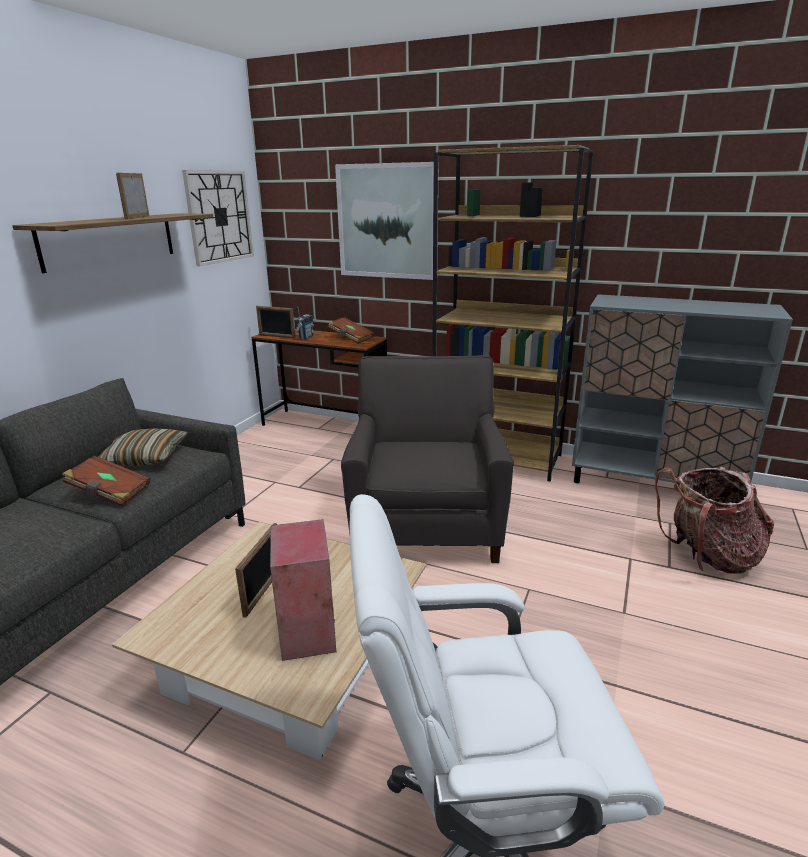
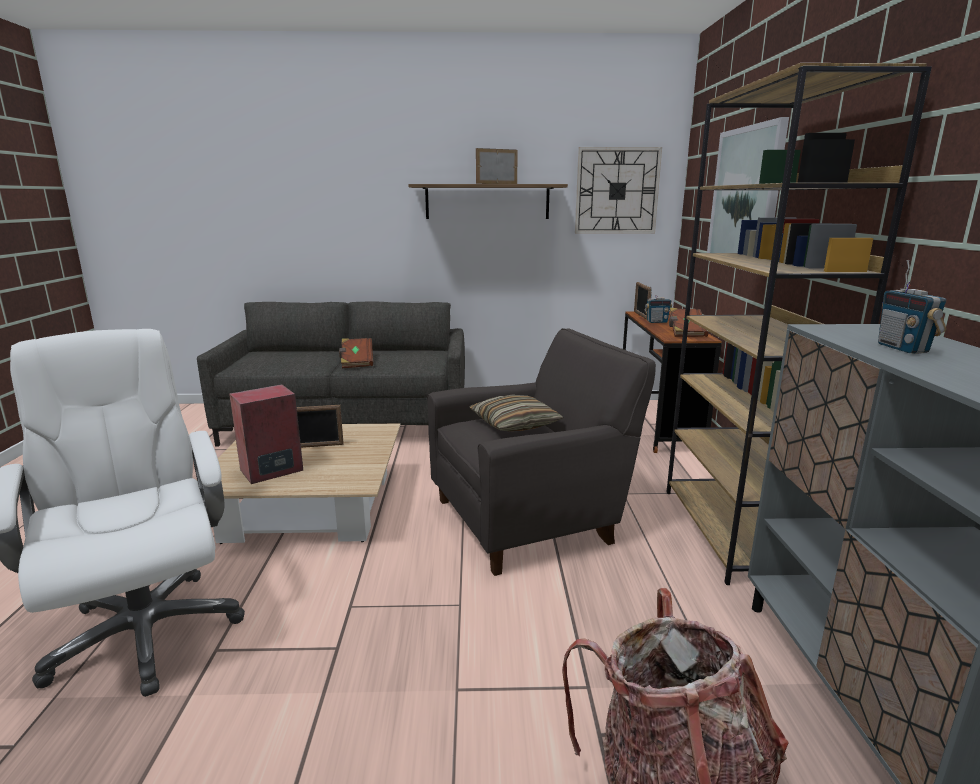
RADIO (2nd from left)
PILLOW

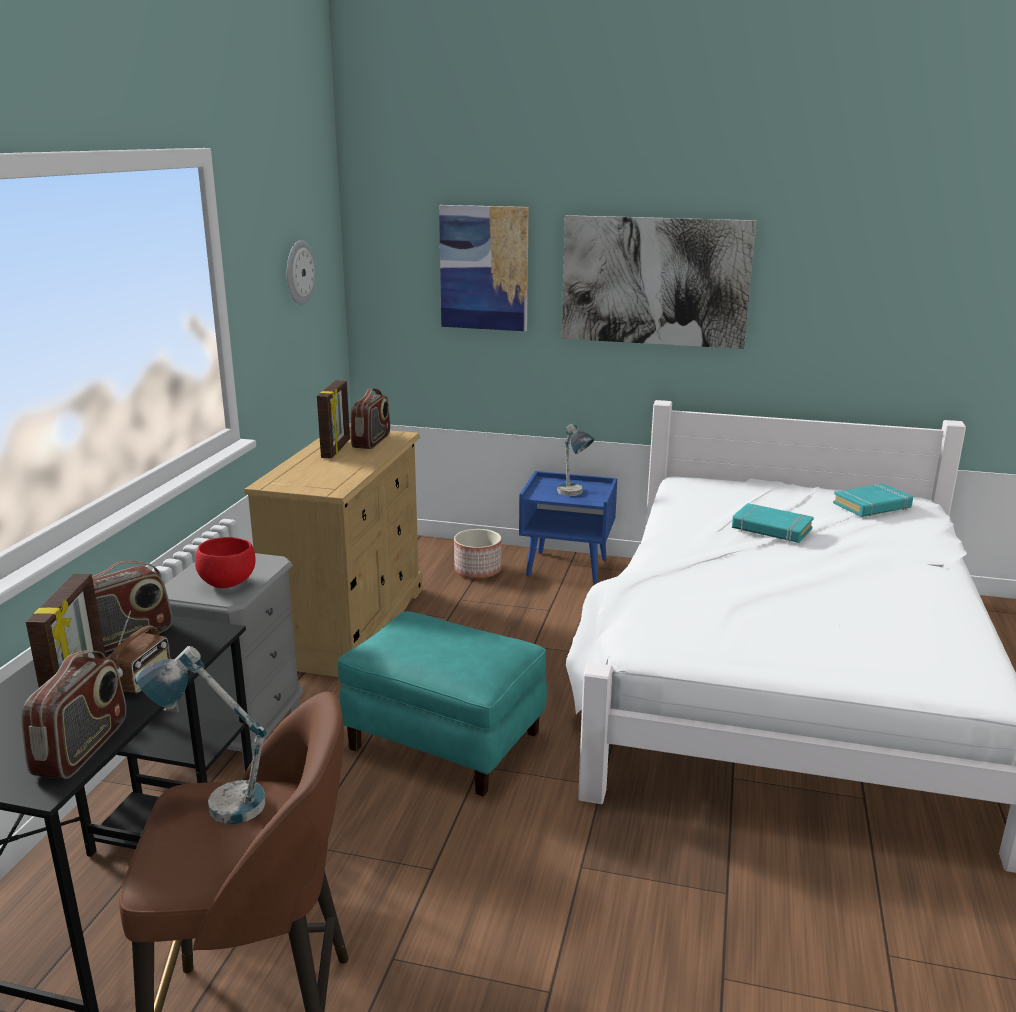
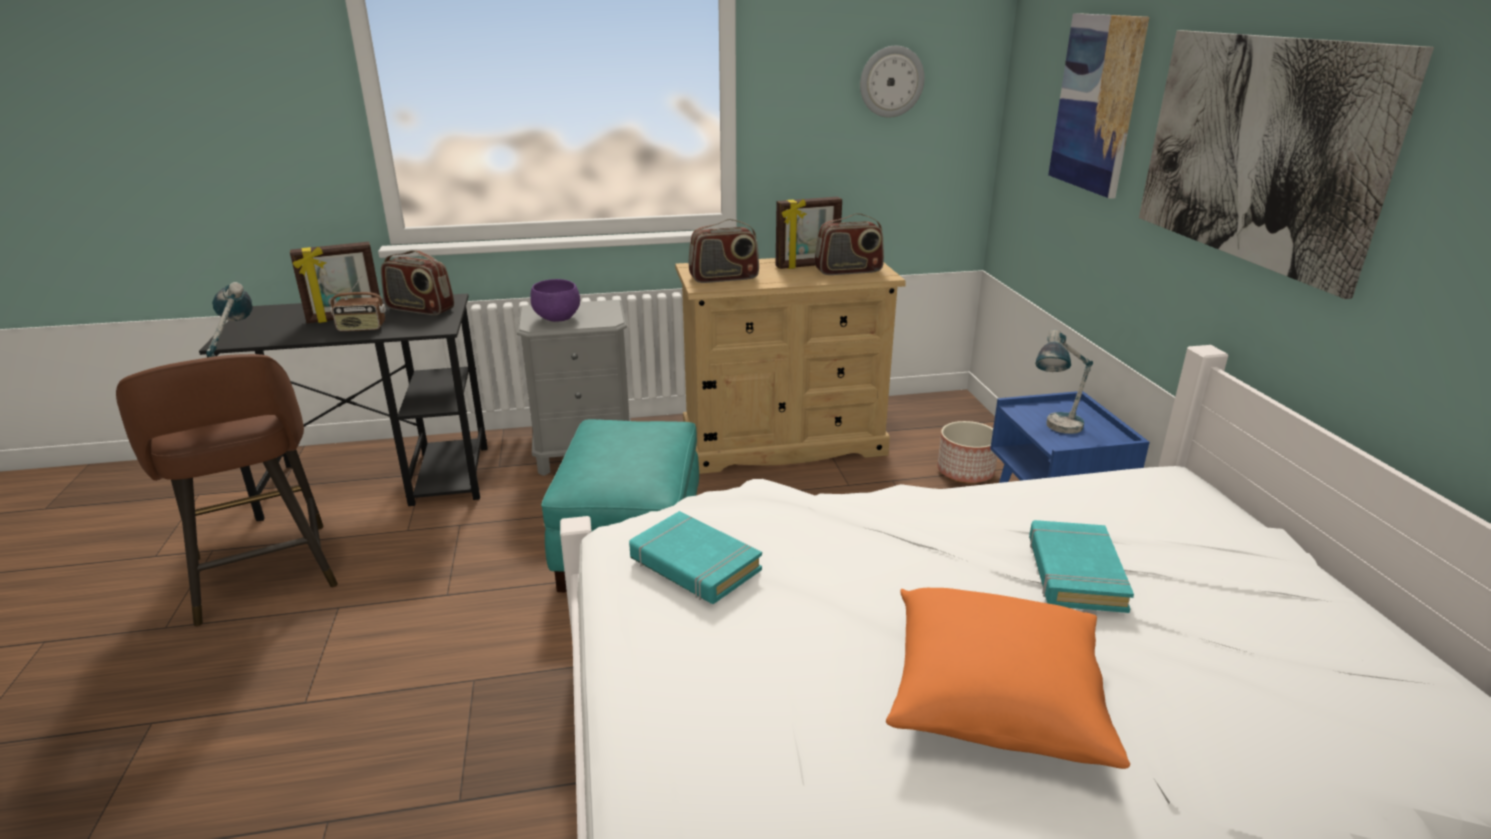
ORANGE PILLOW
RADIO (3rd from left)
TURQUOISE BOOK (1st from left)
PURPLE BOWL

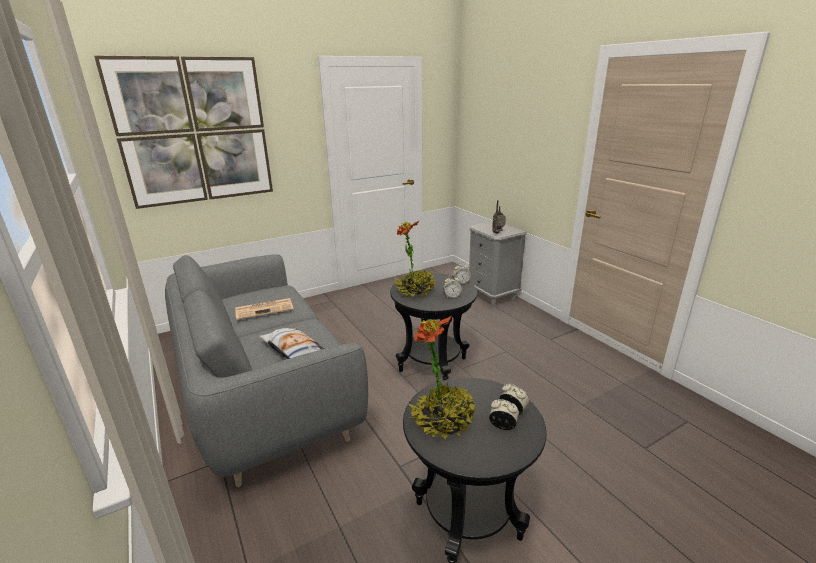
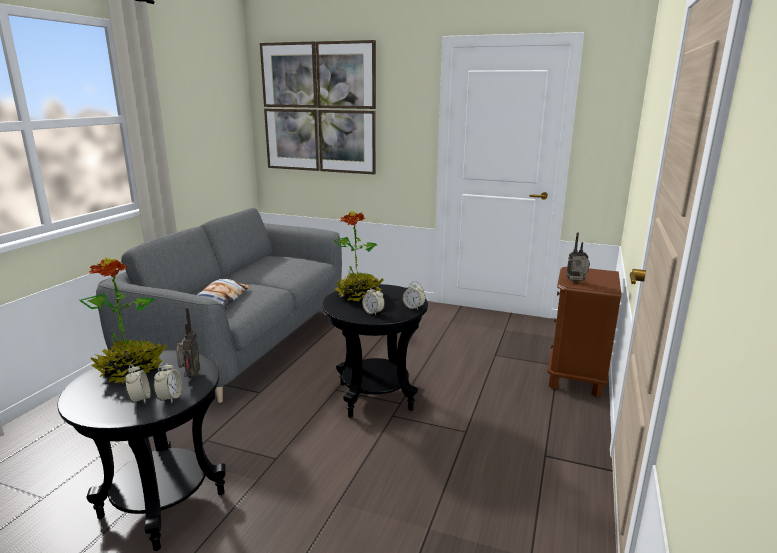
NEWSPAPER
RADIO (1st from left)
BROWN NIGHTSTAND

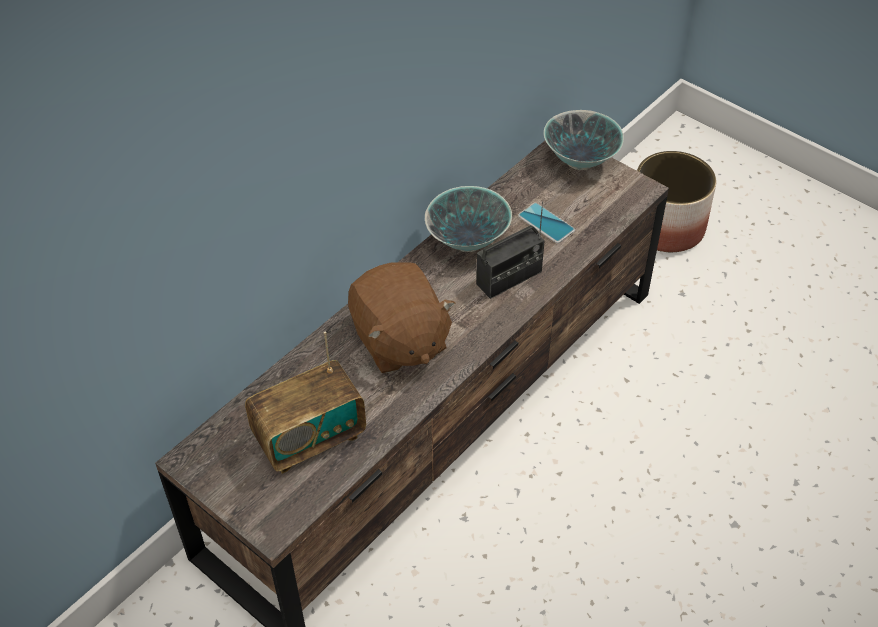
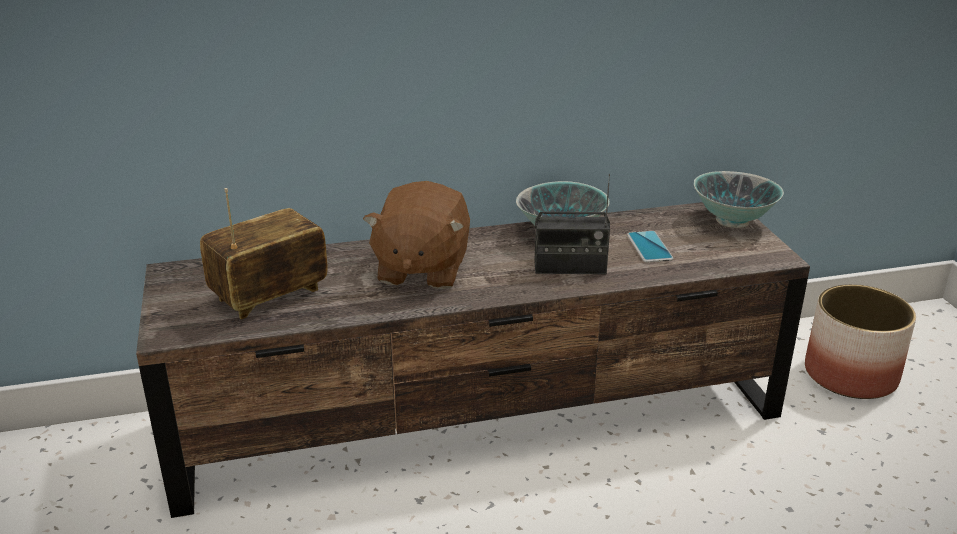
RADIO (1st from left)

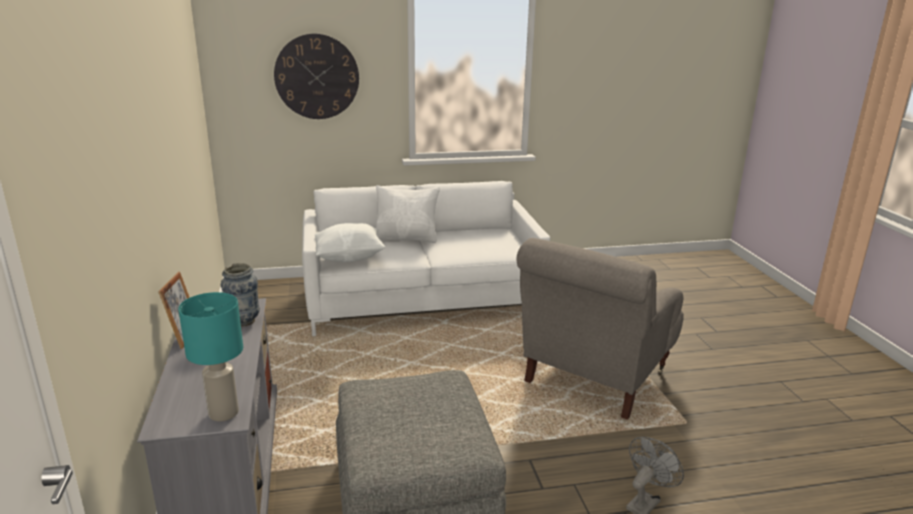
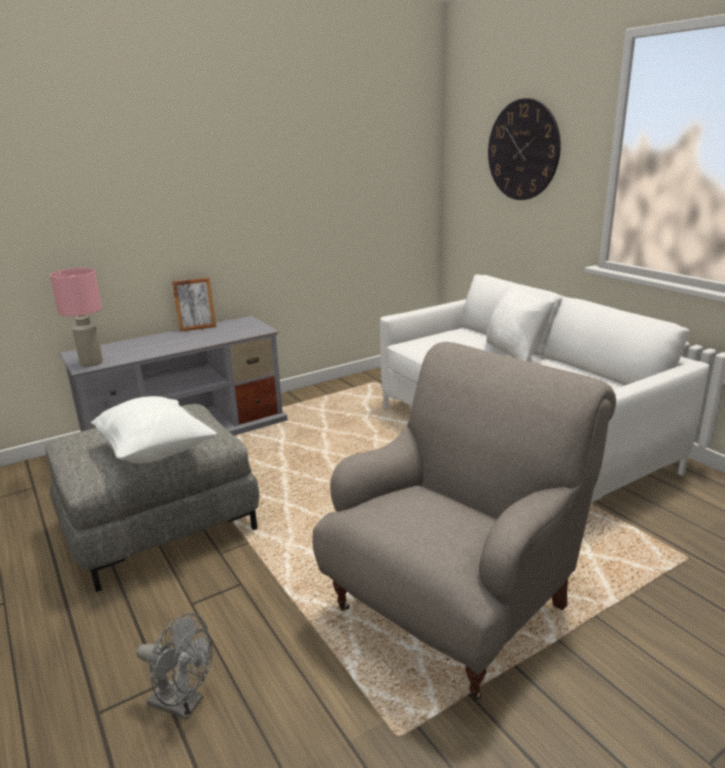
VASE
WHITE PILLOW (1st from left)
PINK TABLE LAMP
GREY ARMCHAIR

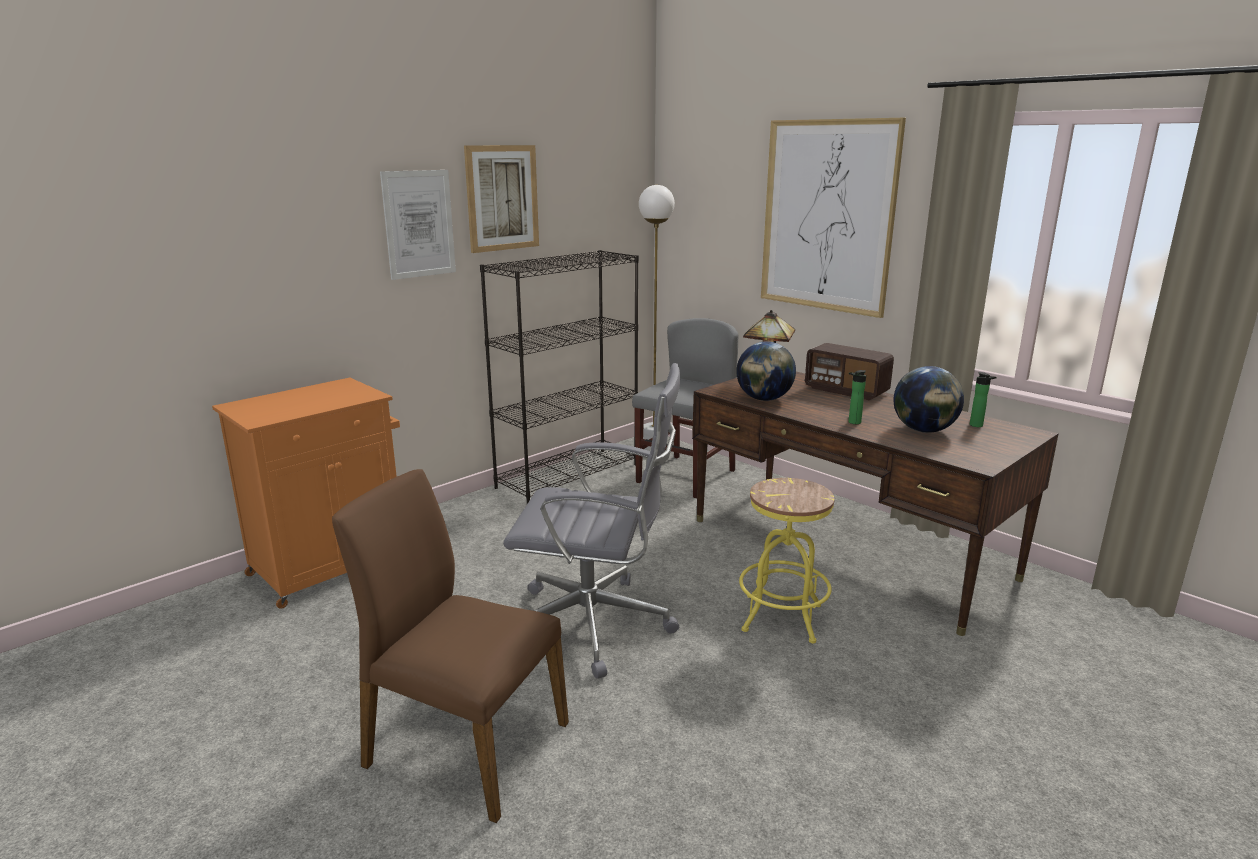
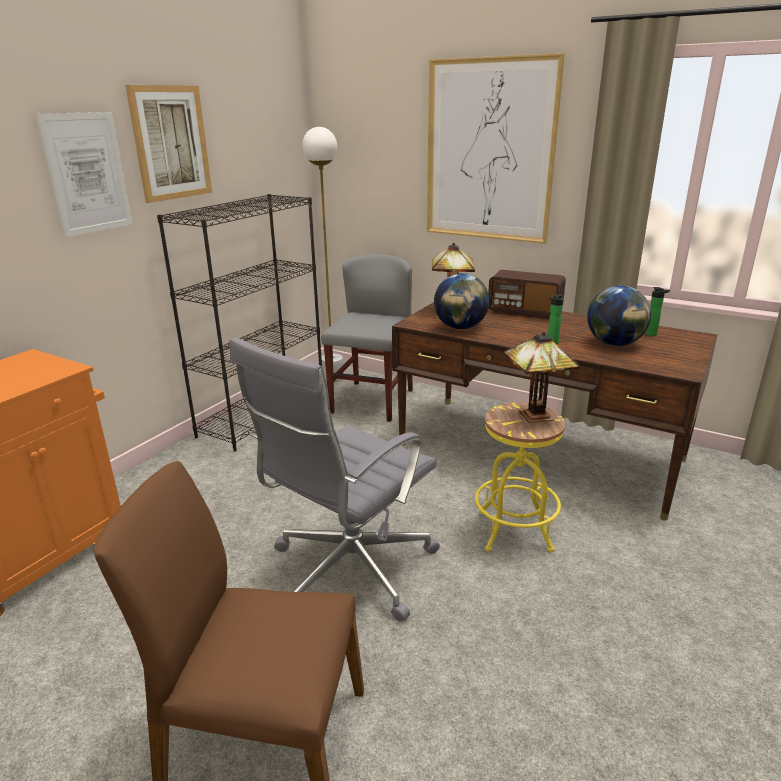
TABLE LAMP (2nd from left)
GREY OFFICE CHAIR

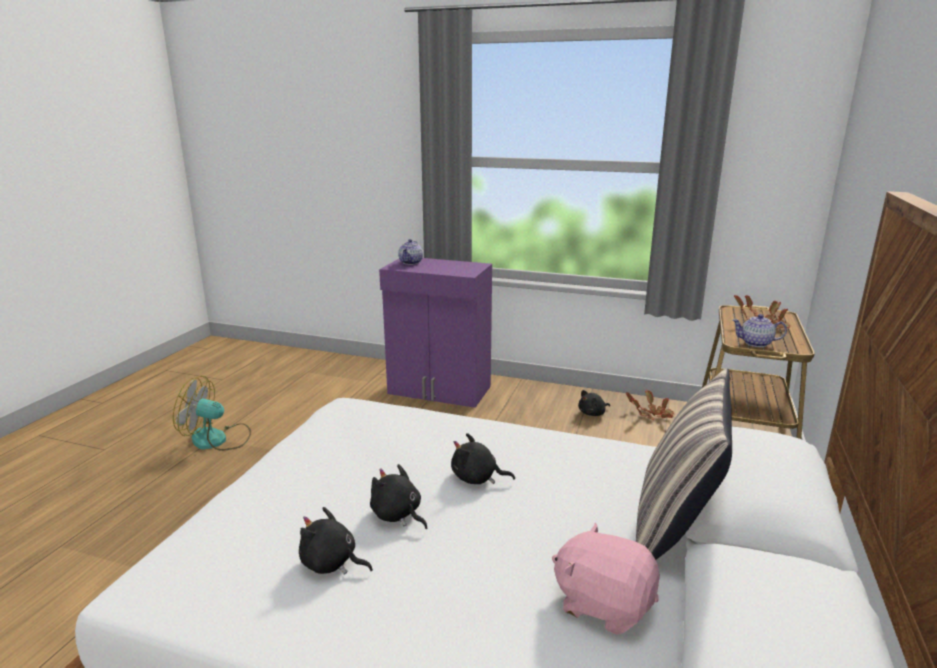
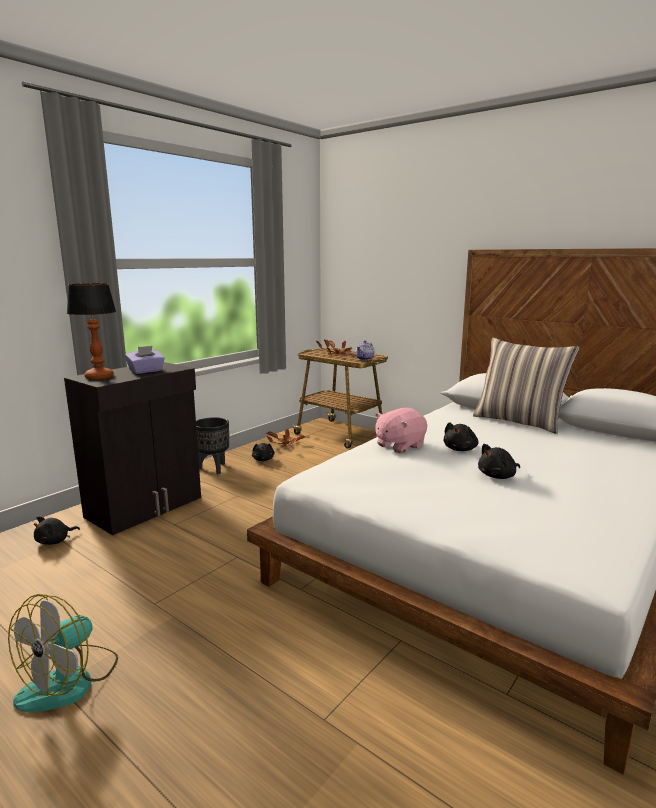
PURPLE TISSUE BOX
BLACK PLANTER
BLACK PLUSH TOY (1st from left)
PINK PLUSH TOY
TABLE LAMP
BLACK CABINET

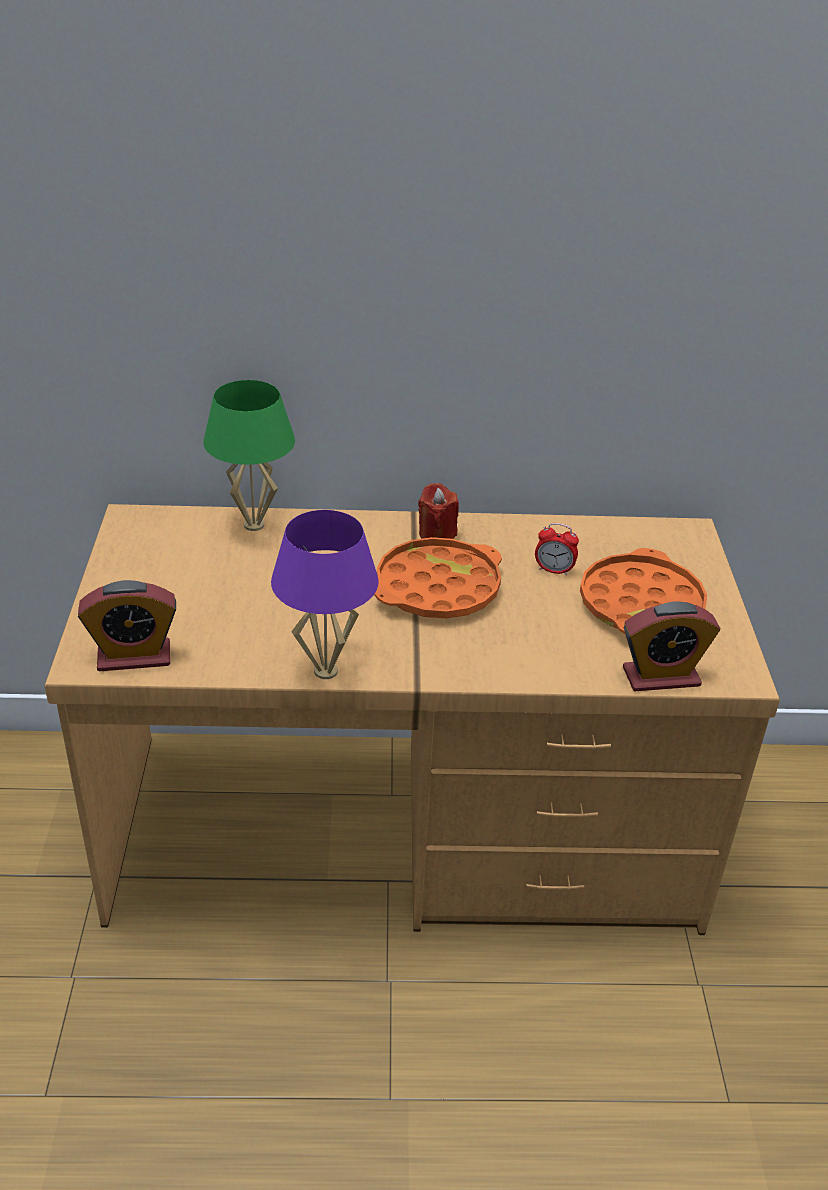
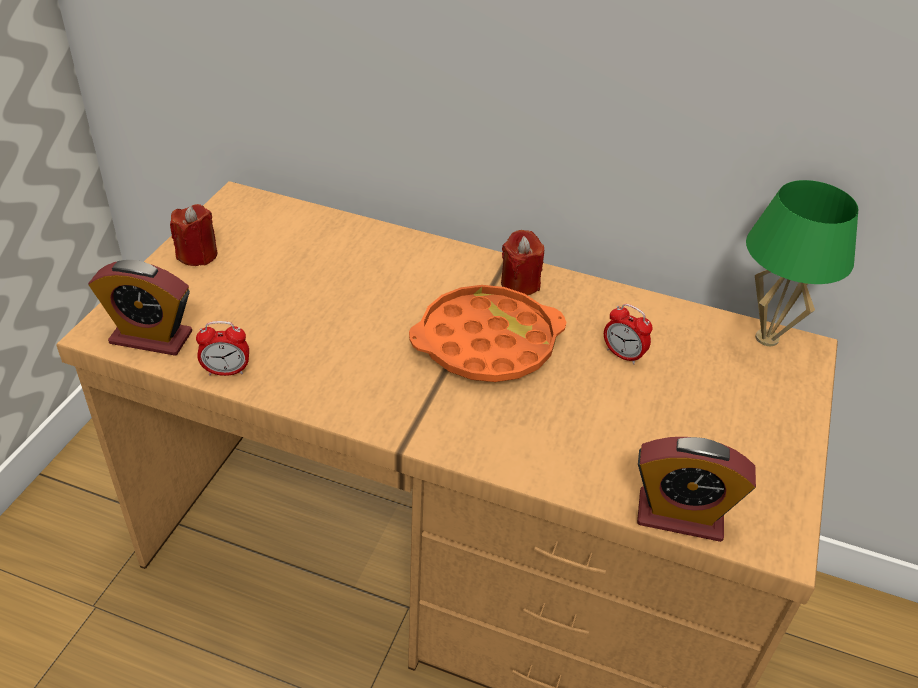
PURPLE TABLE LAMP
ORANGE TRAY (2nd from left in the first image)
RED CANDLE (1st from left)
ALARM CLOCK (2nd from left)
GREEN TABLE LAMP

